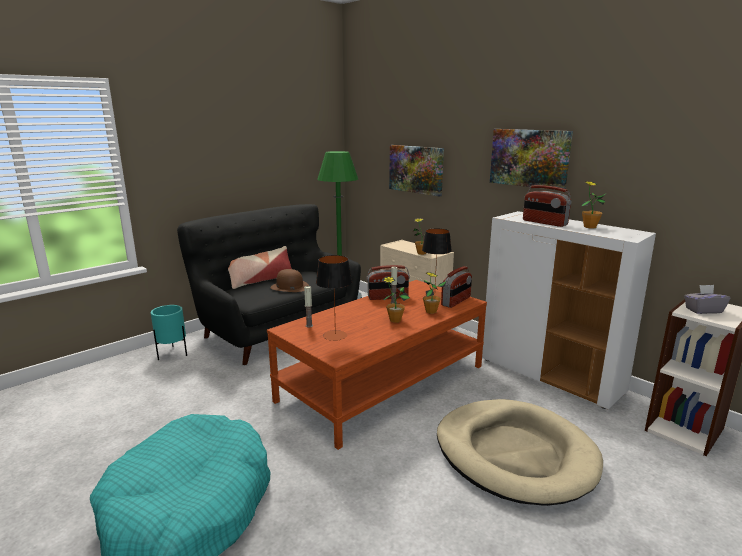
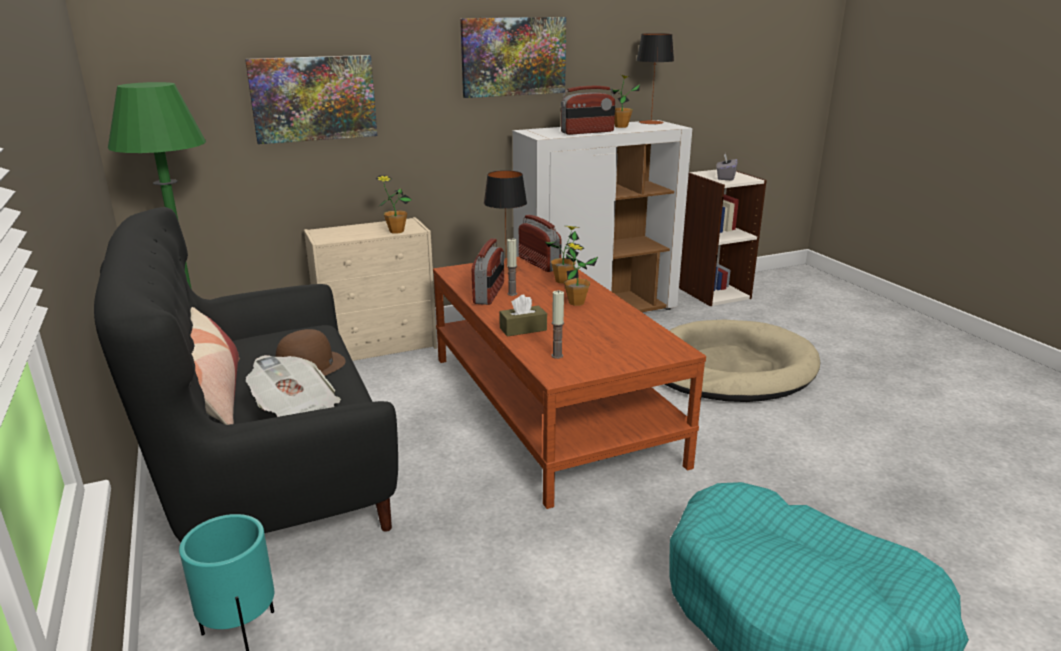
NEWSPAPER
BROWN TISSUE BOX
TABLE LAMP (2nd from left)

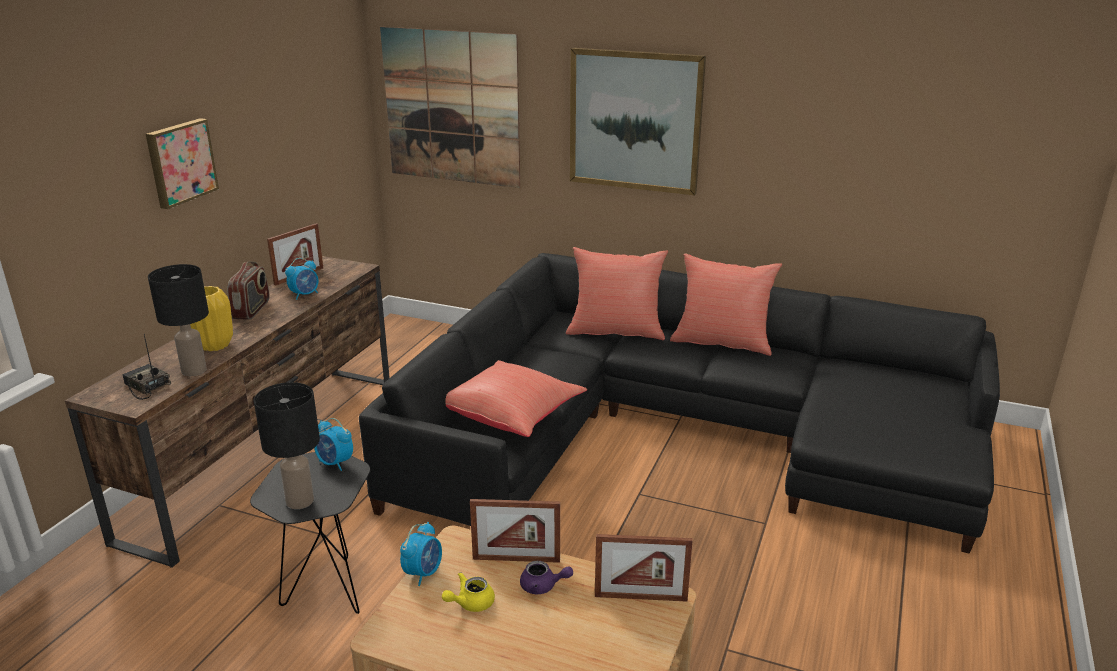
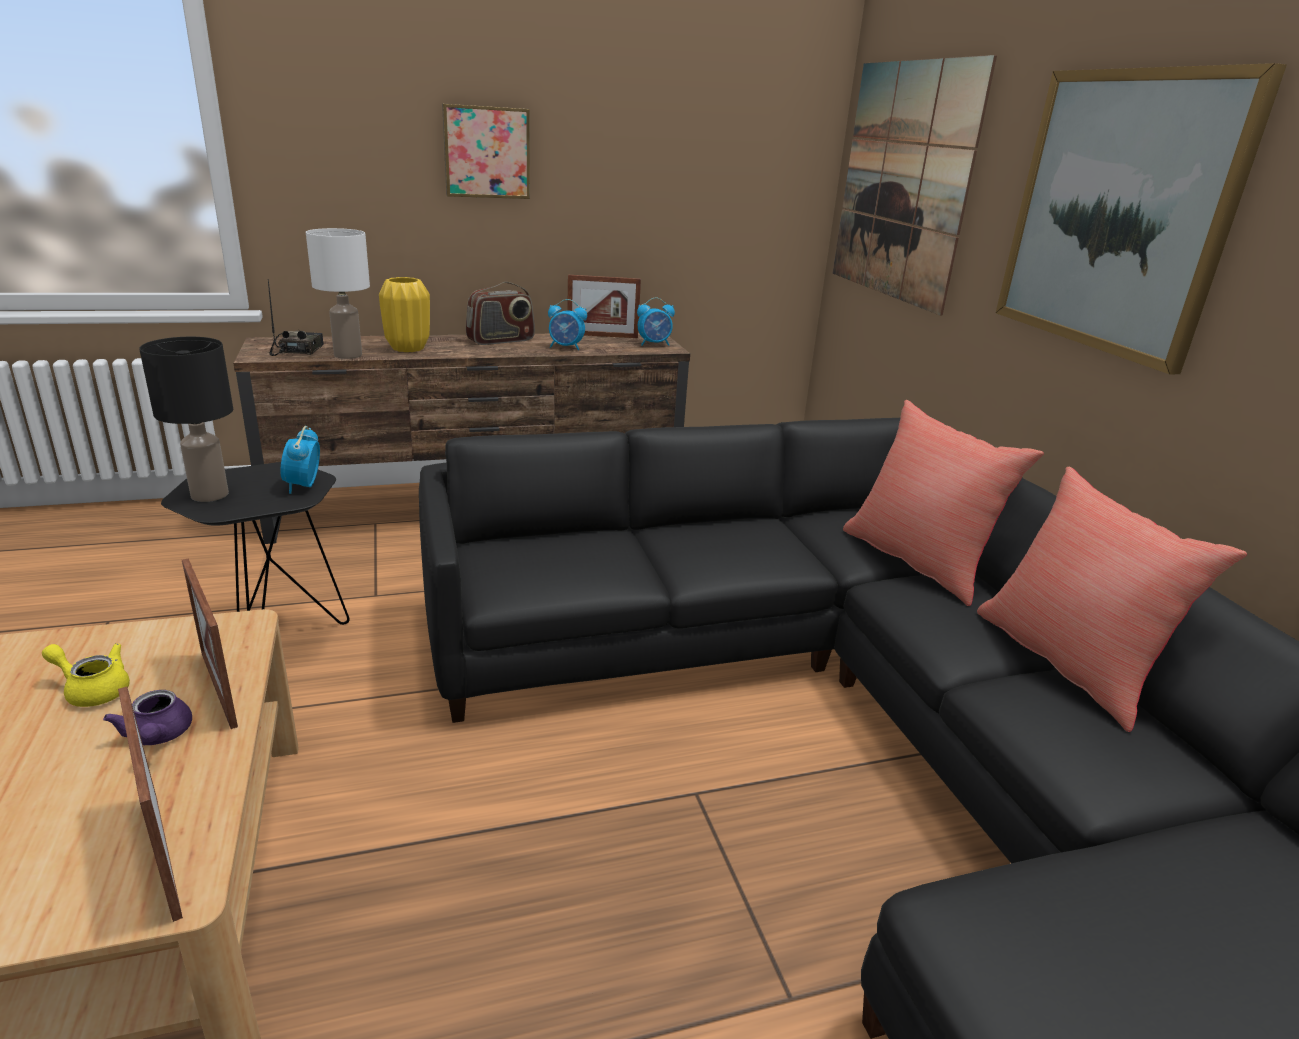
RED PILLOW (1st from left in the first image)
ALARM CLOCK (3rd from left)
WHITE TABLE LAMP

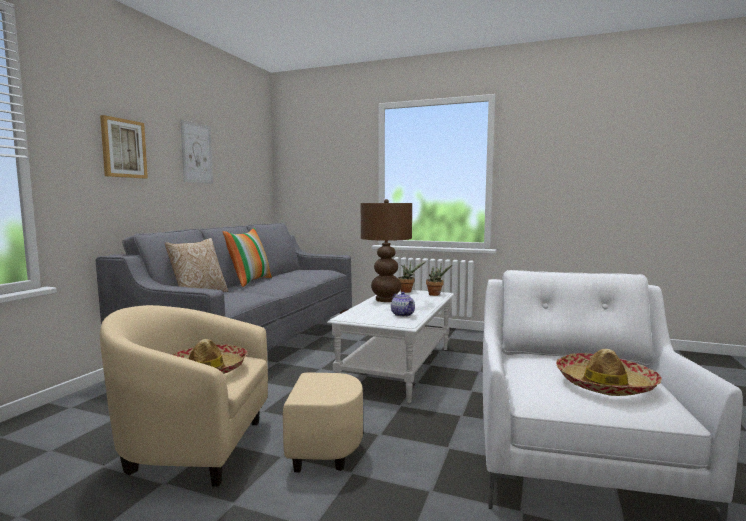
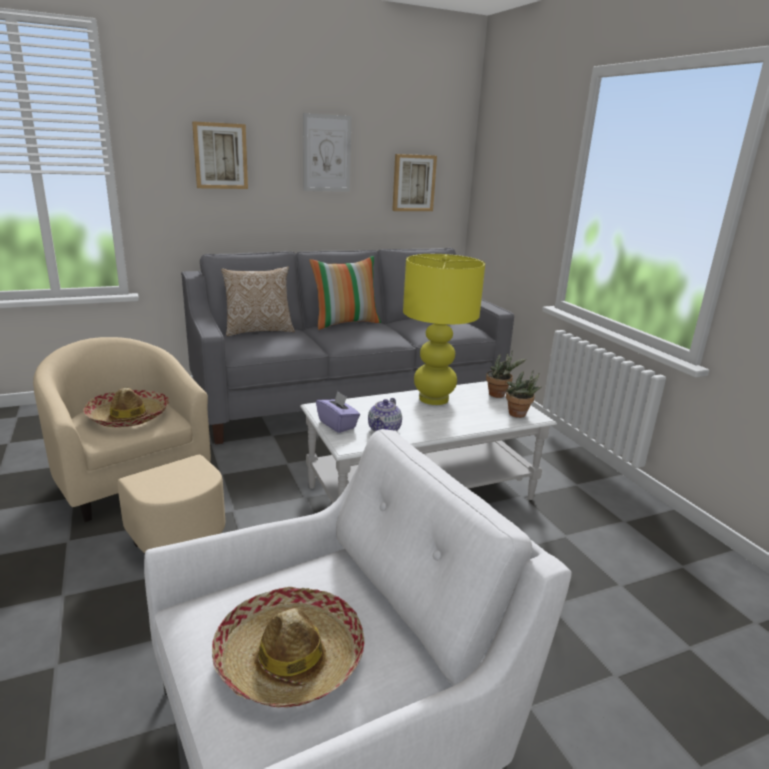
PURPLE TISSUE BOX
PICTURE (3rd from left)
YELLOW TABLE LAMP

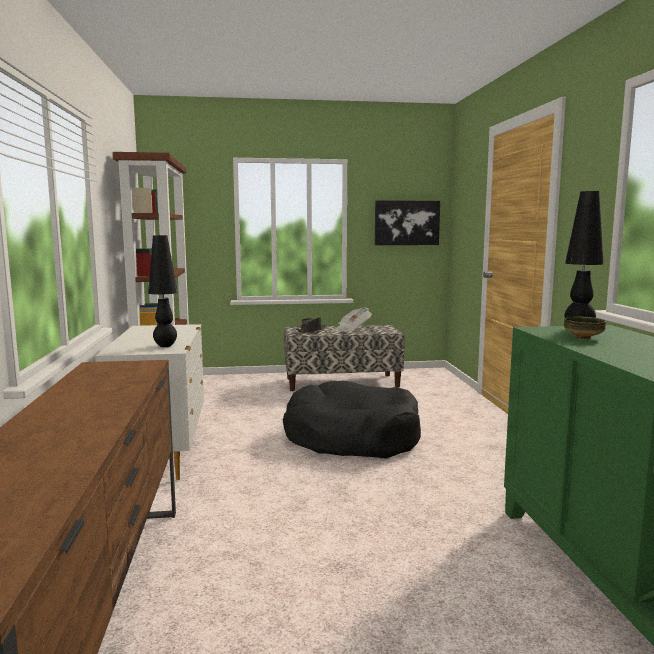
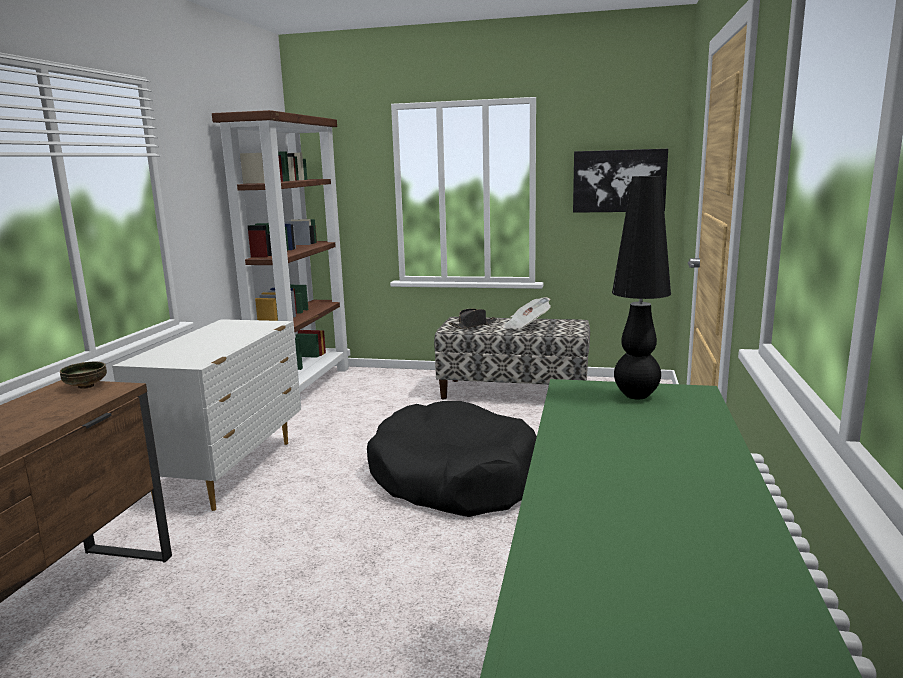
BLACK TABLE LAMP (1st from left in the first image)
BOWL

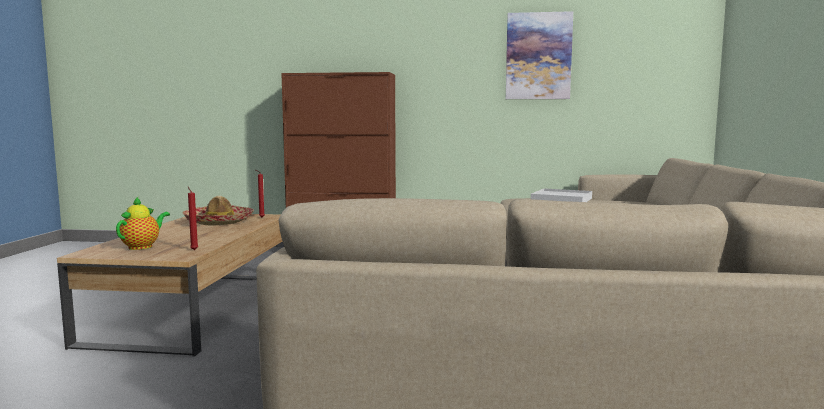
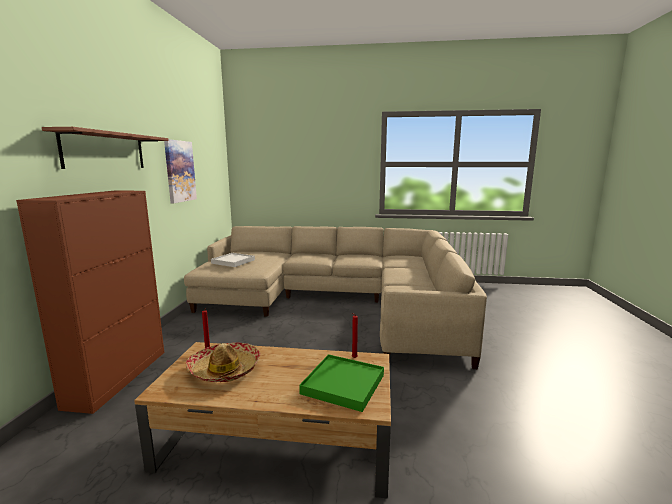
BROWN SHELF
GREEN TRAY

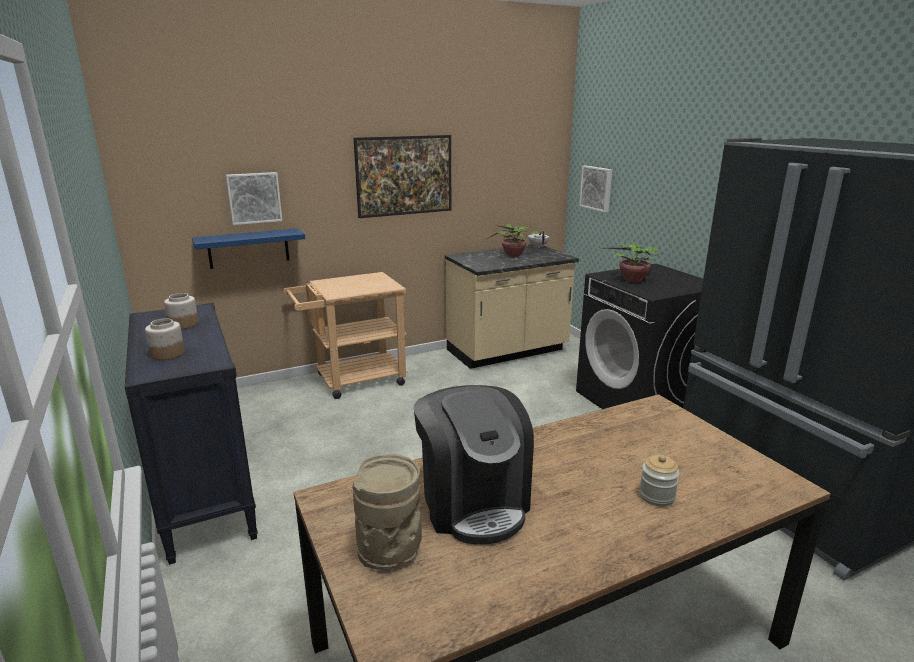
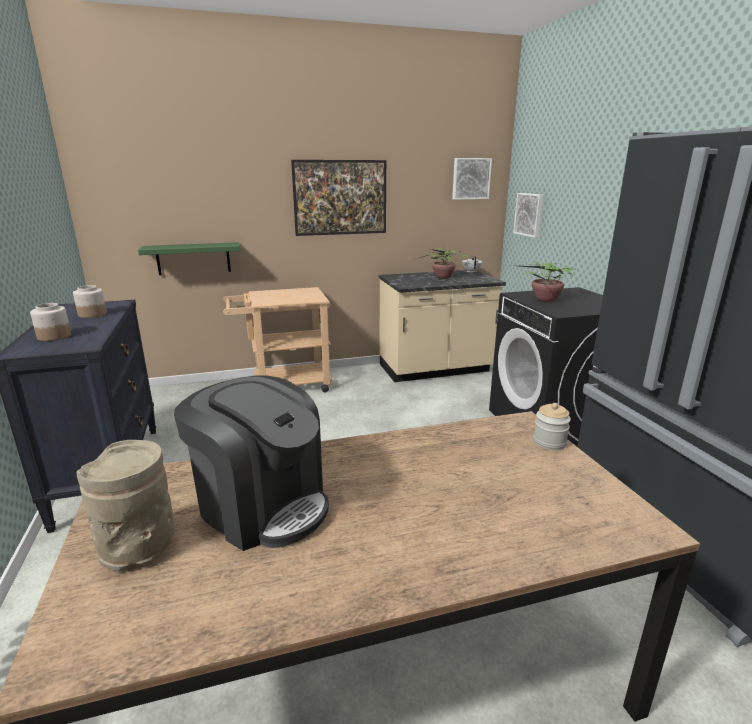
PICTURE (2nd from left)
JAR (3rd from left)
GREEN SHELF
COFFEE MACHINE

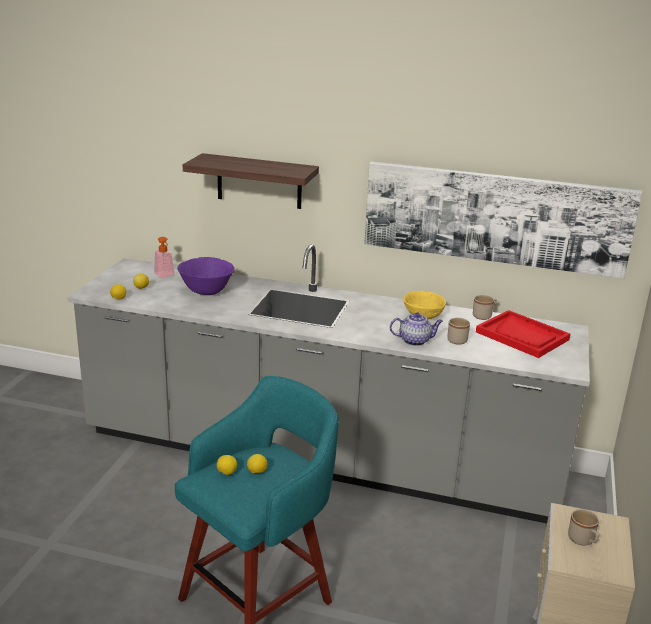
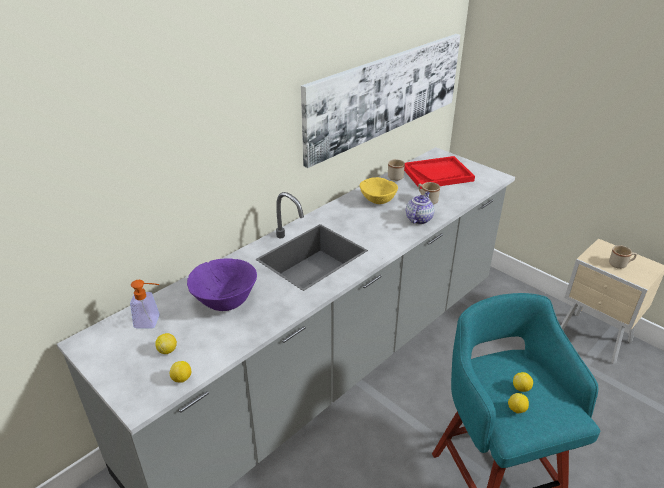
SHELF

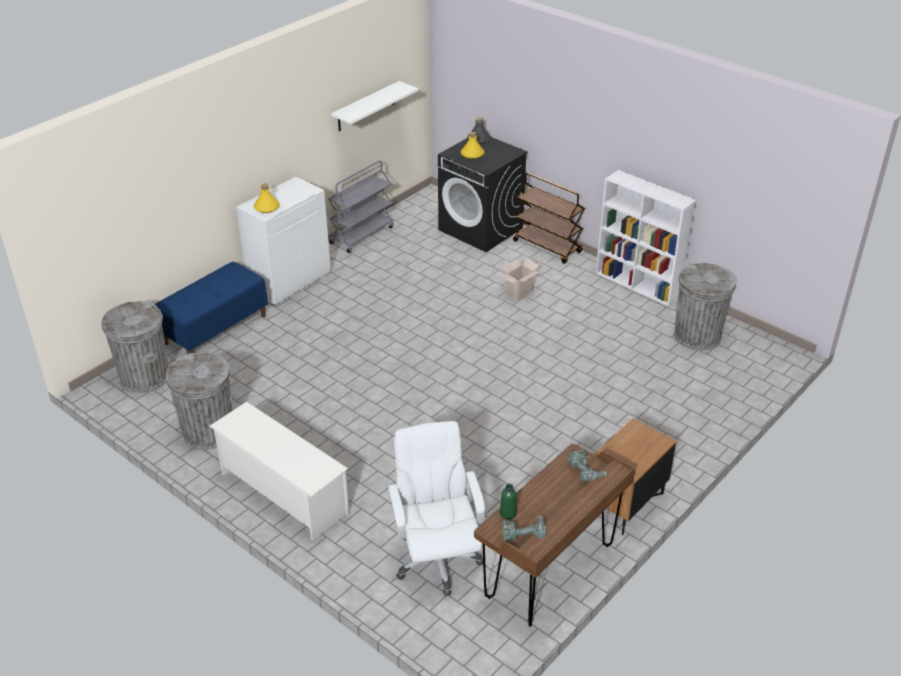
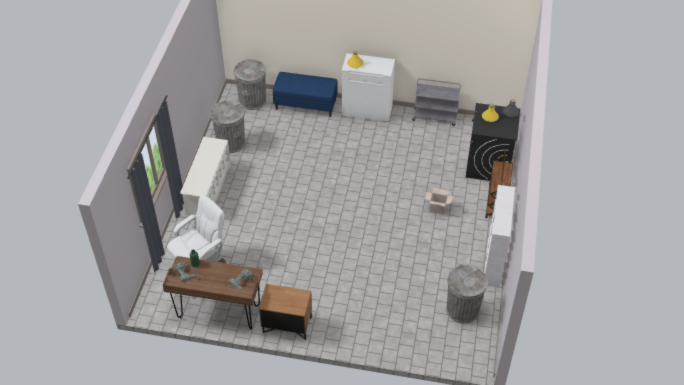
WHITE SHELF

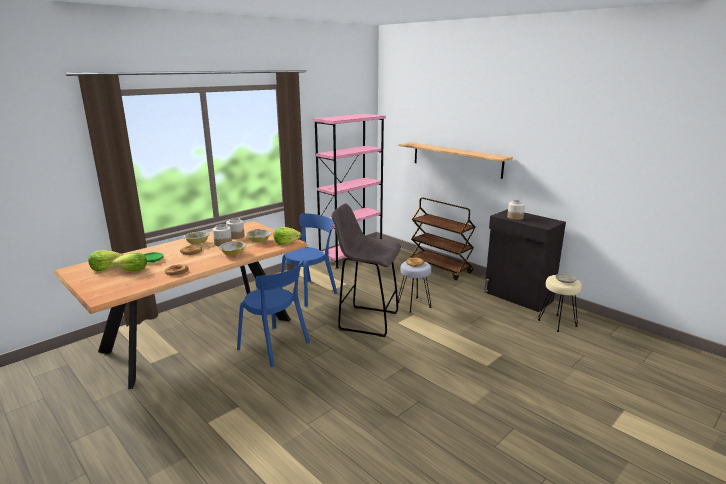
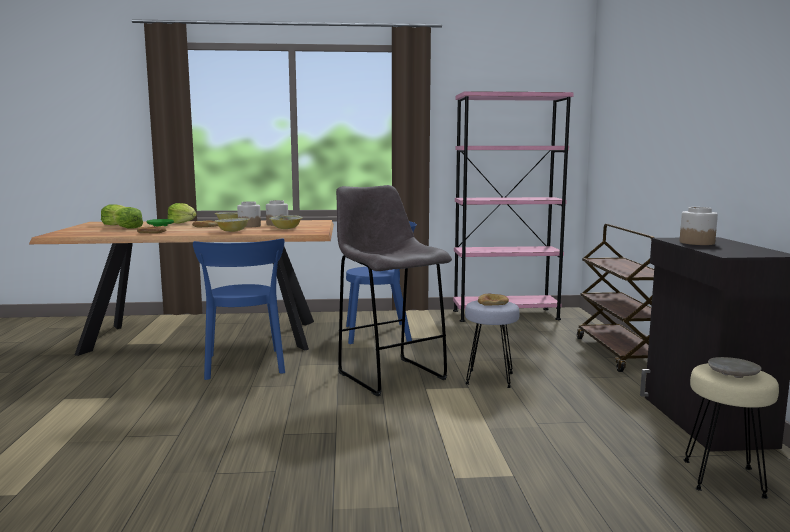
SHELF
LETTUCE (3rd from left)

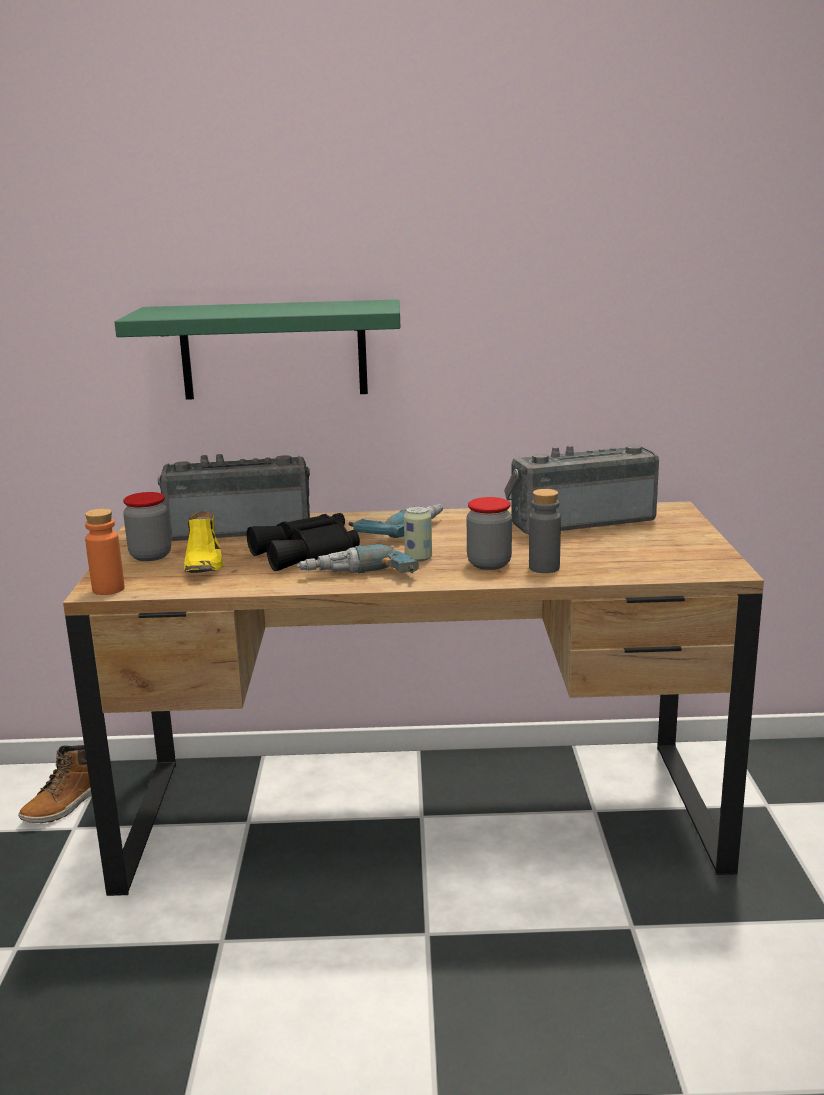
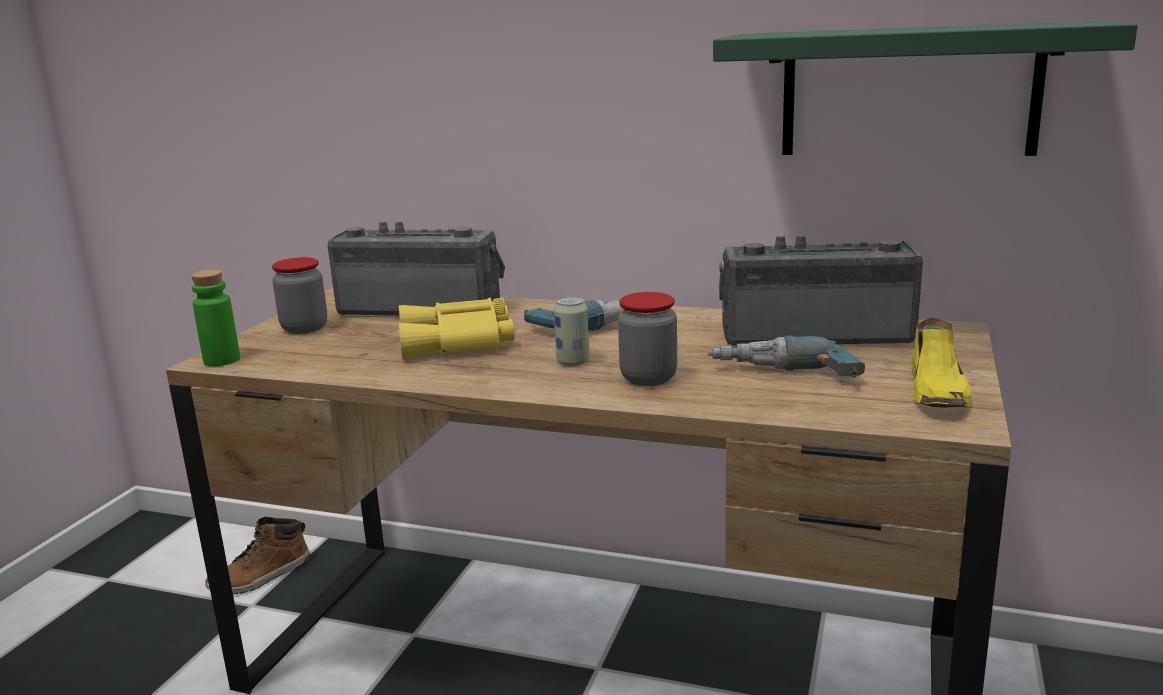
GREY BOTTLE
GREEN SHELF
YELLOW SHOE
POWER DRILL (2nd from left)
GREEN BOTTLE
YELLOW BINOCULARS

